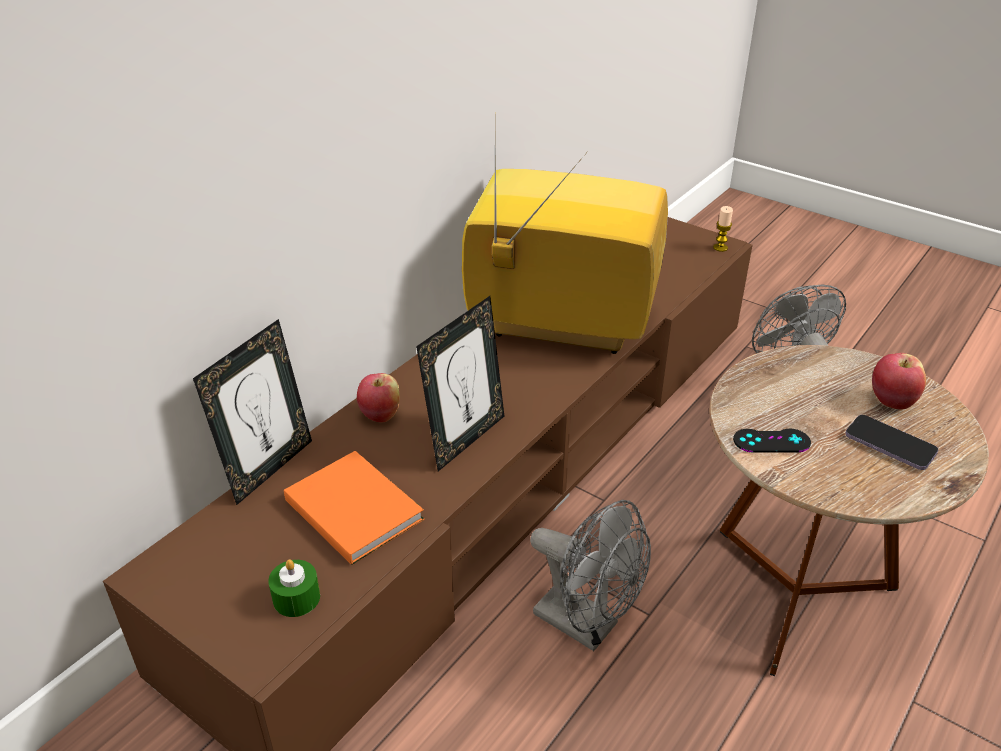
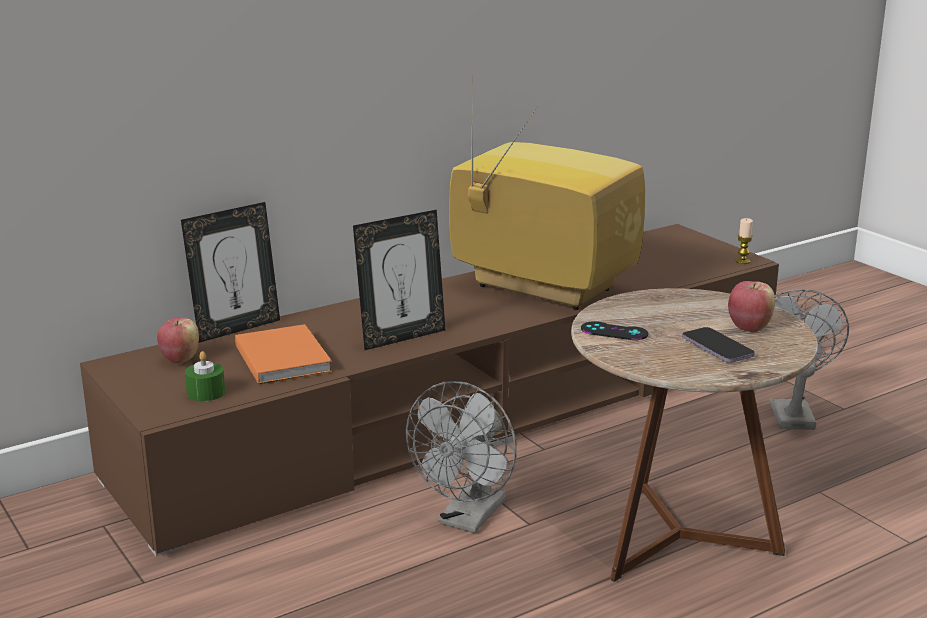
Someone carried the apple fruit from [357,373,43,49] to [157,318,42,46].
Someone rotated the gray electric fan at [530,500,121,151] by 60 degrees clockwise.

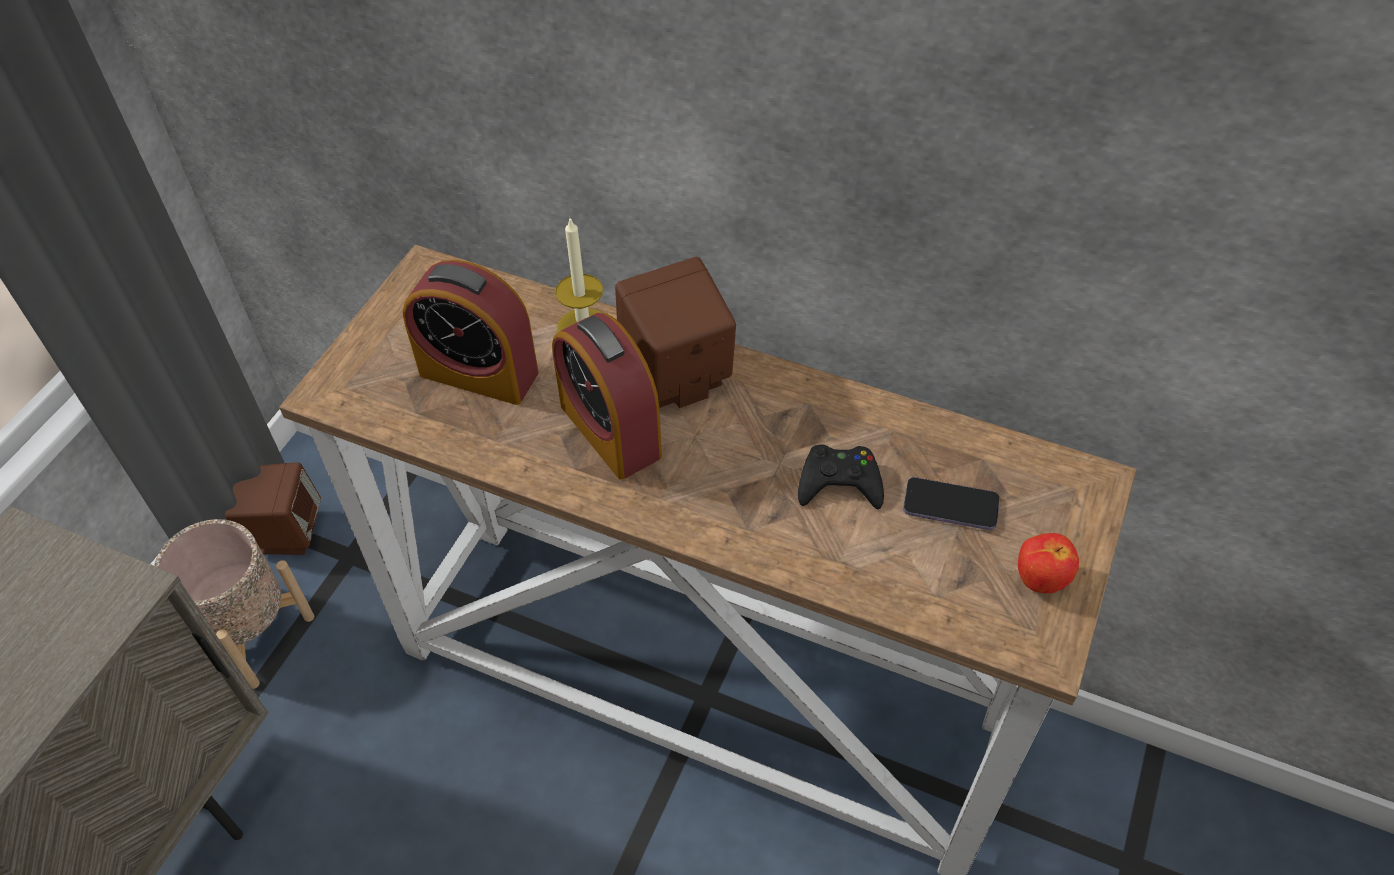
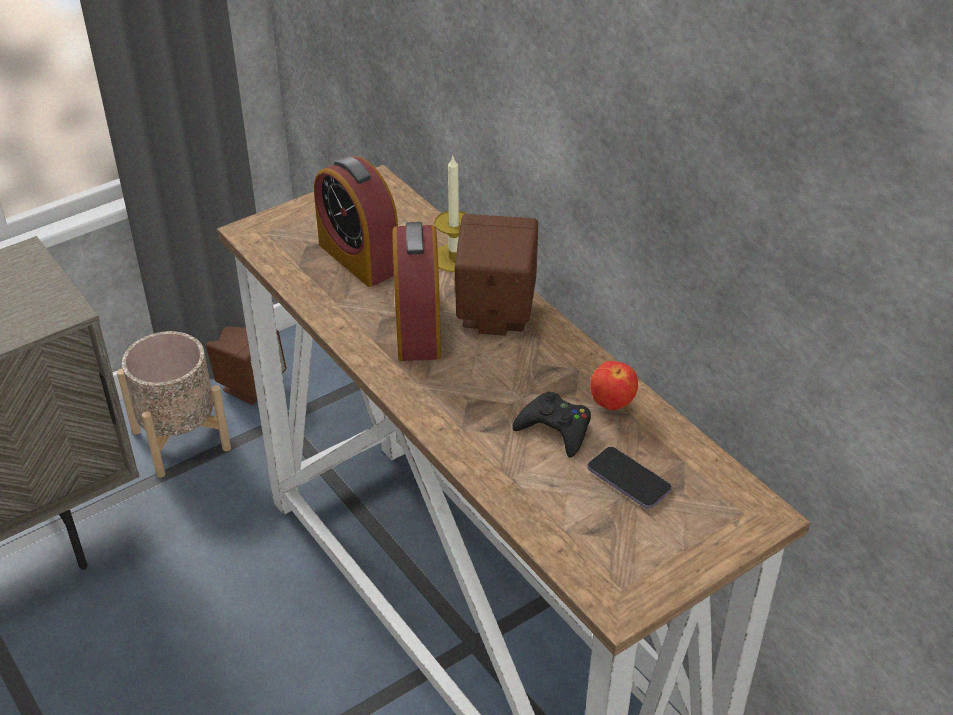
Someone carried the apple fruit from [1018,533,61,60] to [590,361,48,49].

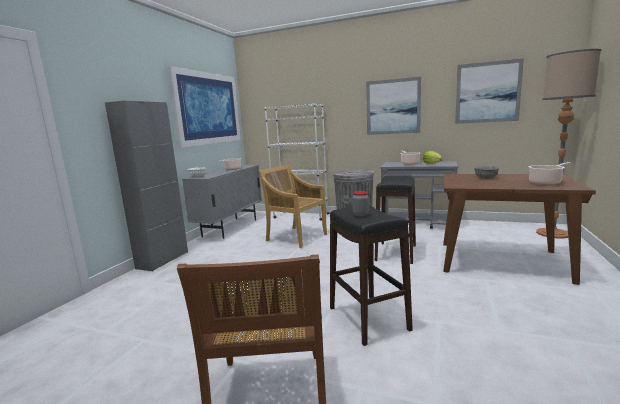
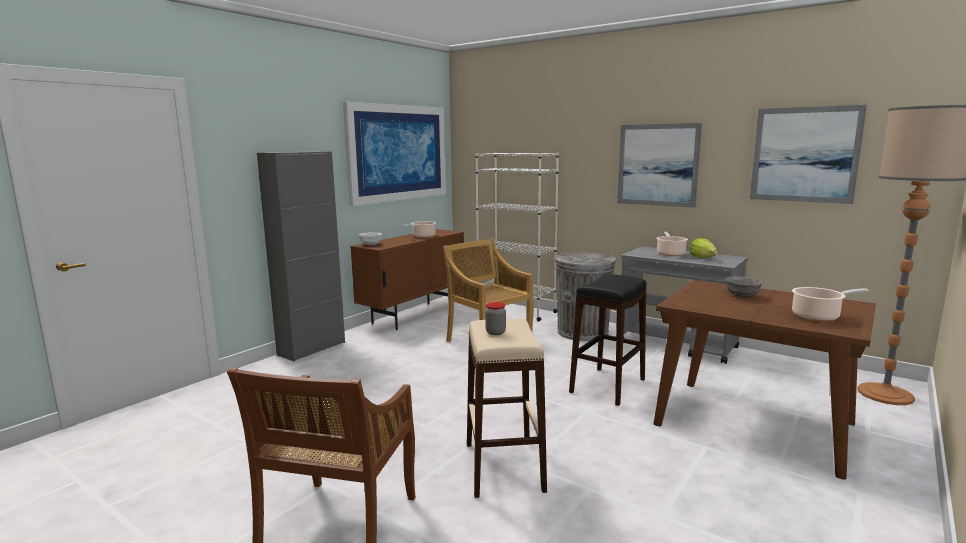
Someone repainted the gray cabinet at [182,165,80,74], which became the brown-coloured cabinet at [350,229,114,101].
Someone repainted the black stool seat at [330,205,83,141], which became the beige stool seat at [467,319,80,179].

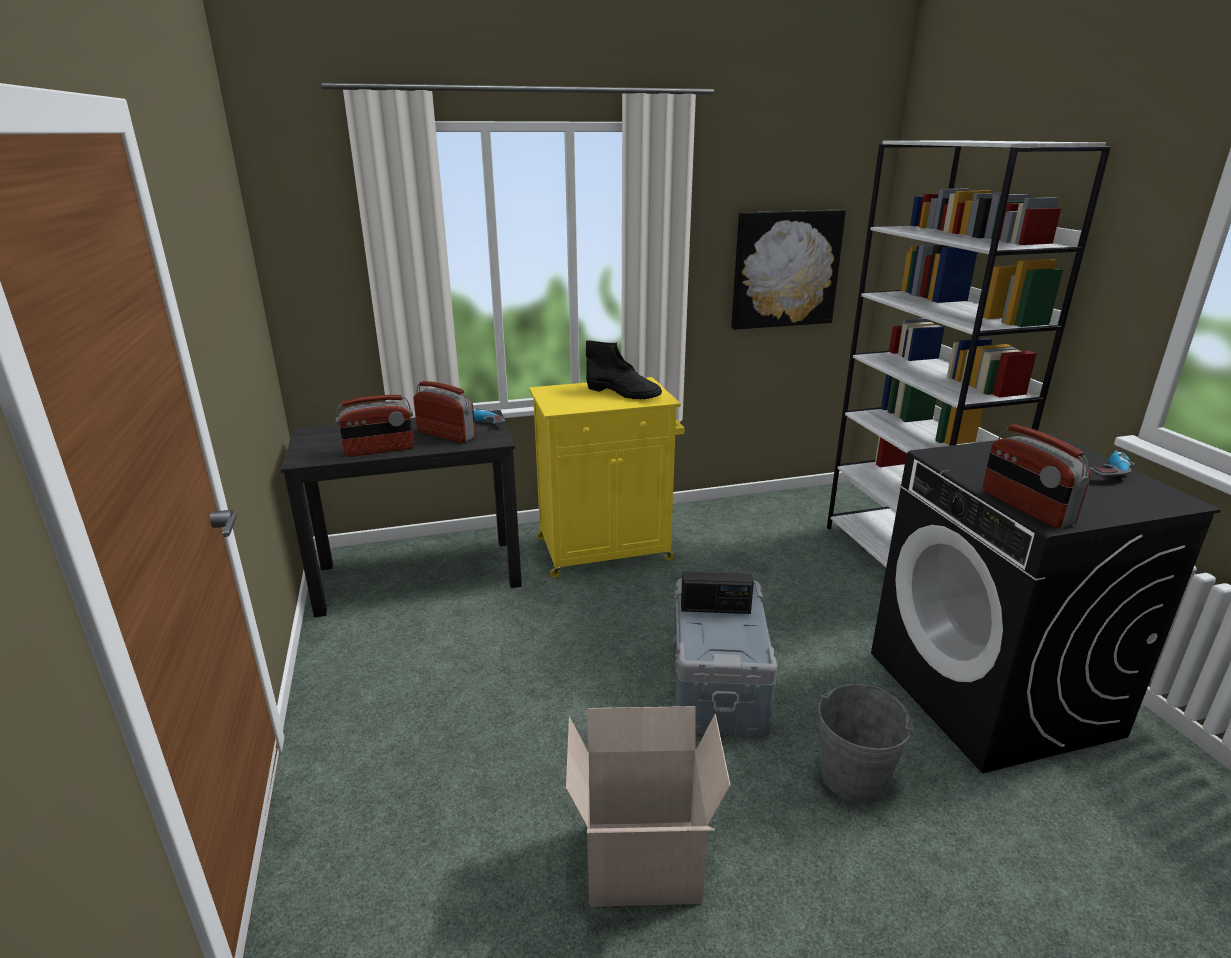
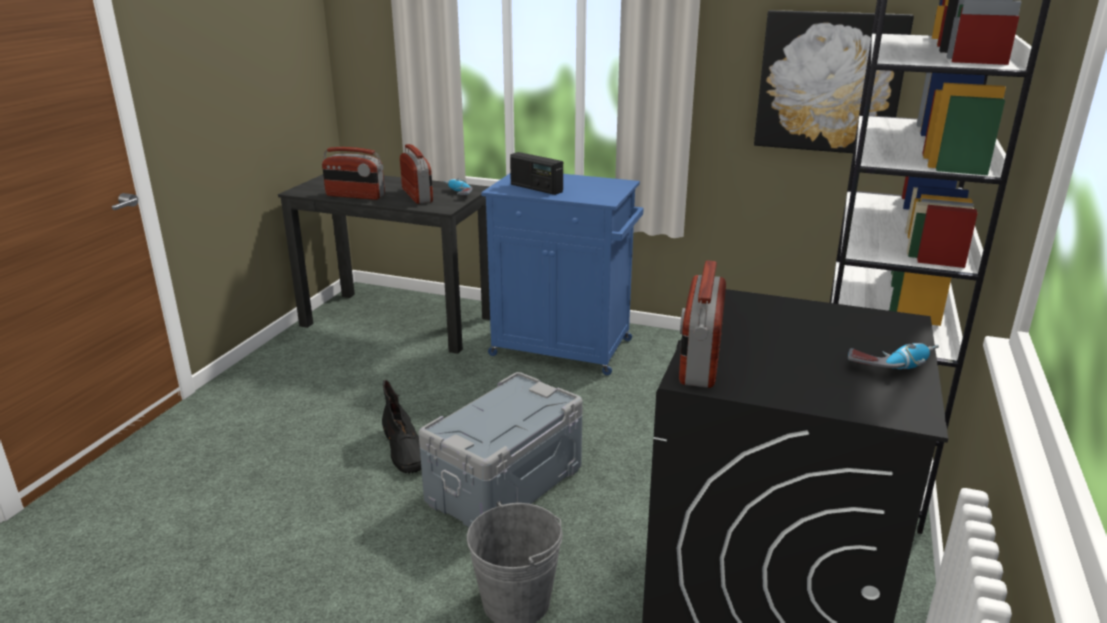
Someone carried the black tall boot from [586,340,76,60] to [382,380,40,93].
Someone repainted the yellow cabinet at [529,377,155,201], which became the blue cabinet at [481,173,163,202].
Someone carried the radio receiver from [681,572,73,42] to [510,152,53,43].
Someone took away the carton at [566,706,165,201].

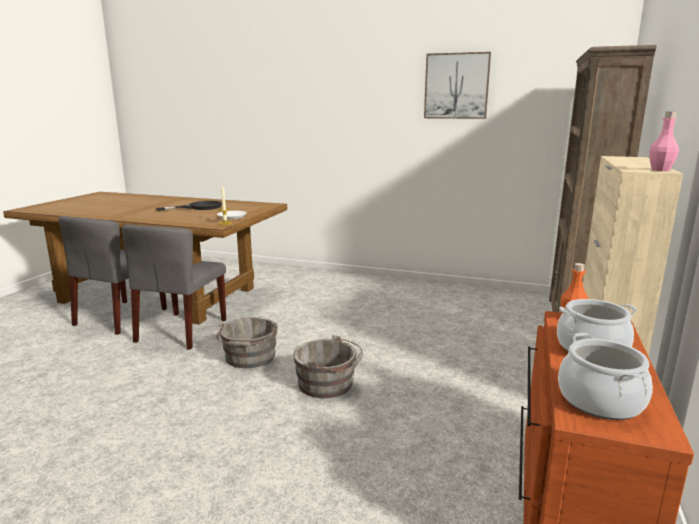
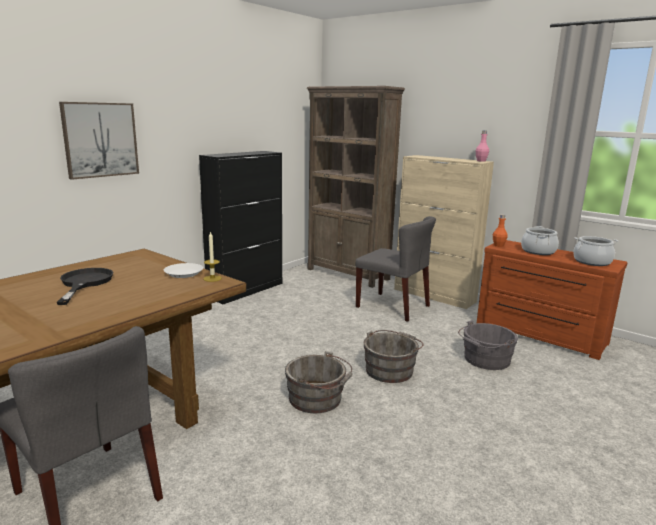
Someone carried the picture from [424,52,67,67] to [59,102,80,78].
Someone put down the black cabinet at [199,151,83,153].
Someone carried the gray upright chair from [122,224,104,126] to [355,216,81,106].
Someone put down the gray bucket at [458,320,60,50].

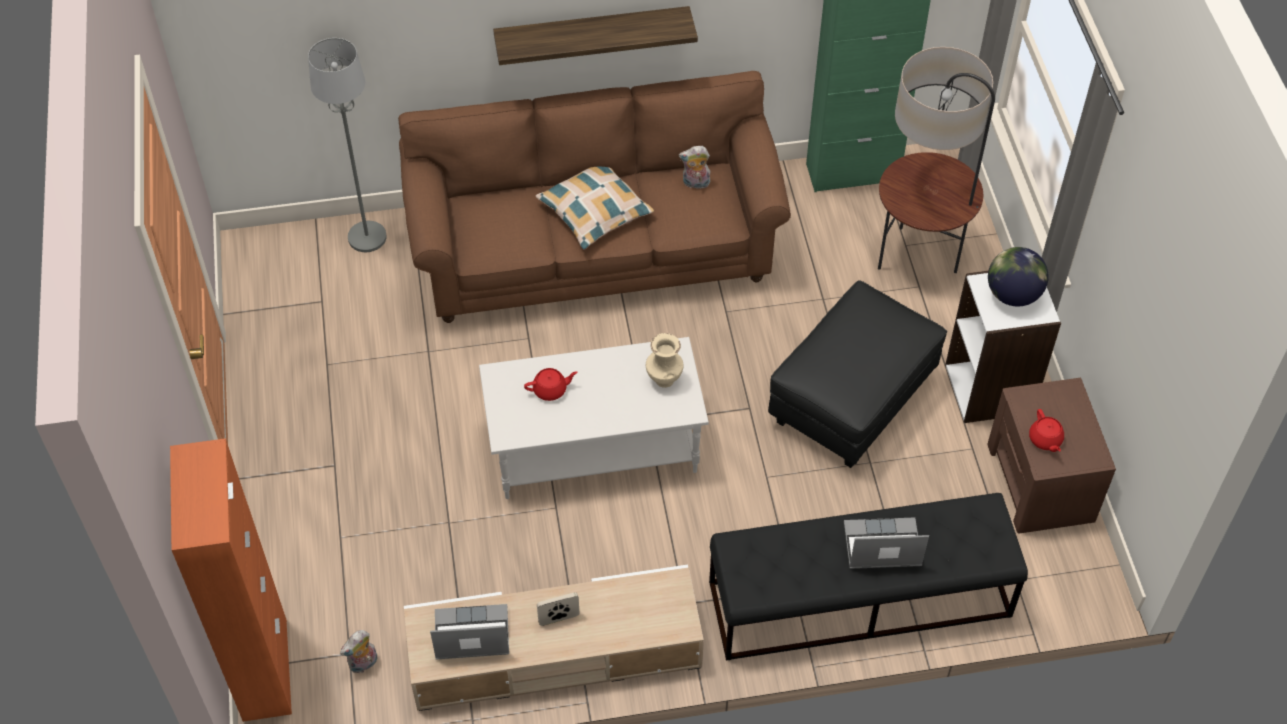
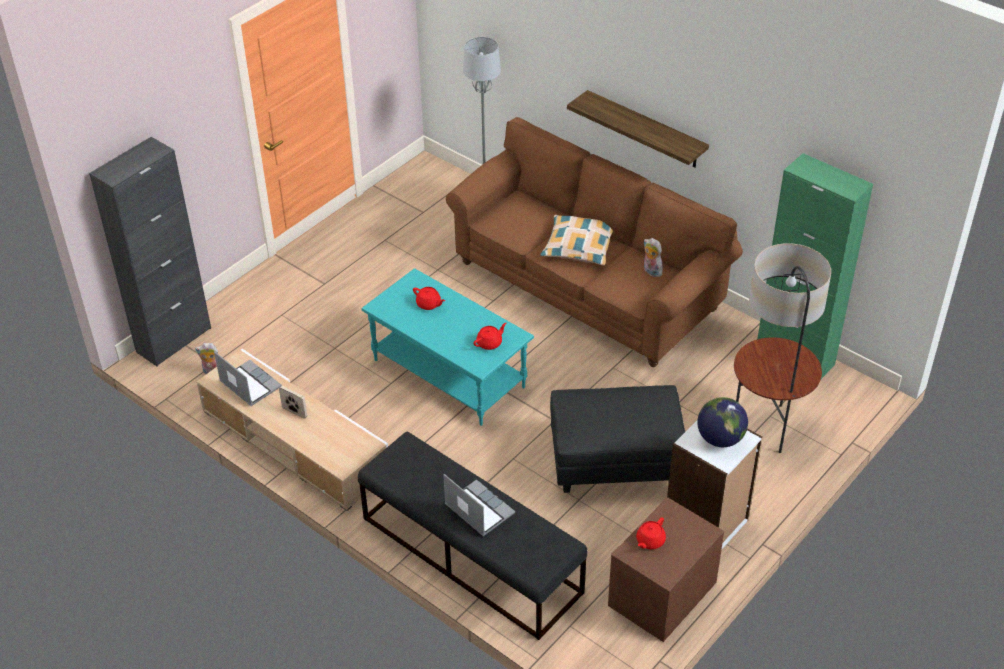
Someone repainted the orangey cabinet at [170,438,122,284], which became the black cabinet at [89,137,122,229].
Someone repainted the whitish low table at [479,337,230,162], which became the turquoise low table at [361,268,173,158].
Someone swapped the beige decorative vase at [646,333,37,55] for the red tea pot at [473,323,34,27].

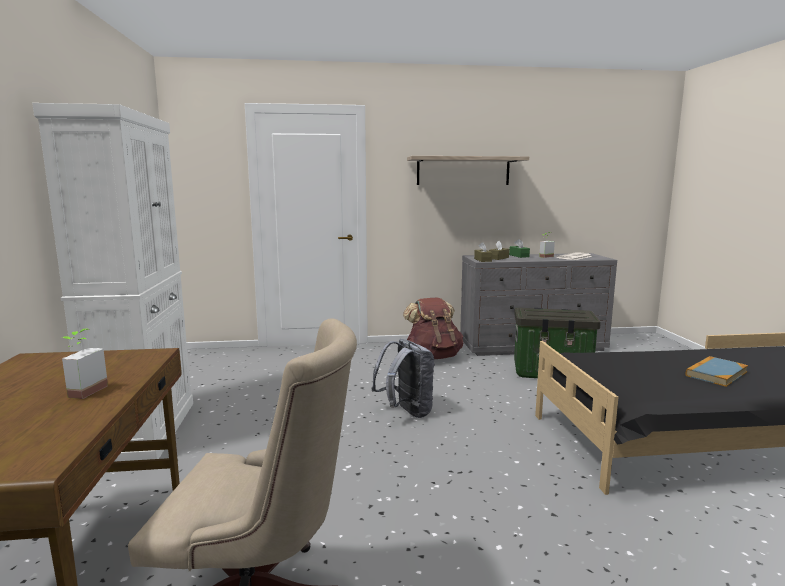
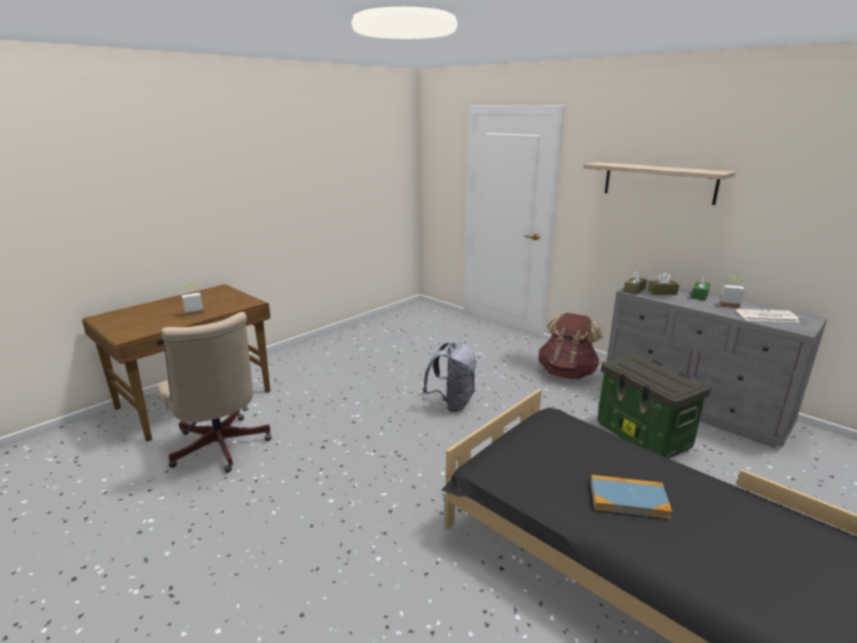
Someone took away the whitish cabinet at [32,103,161,359].

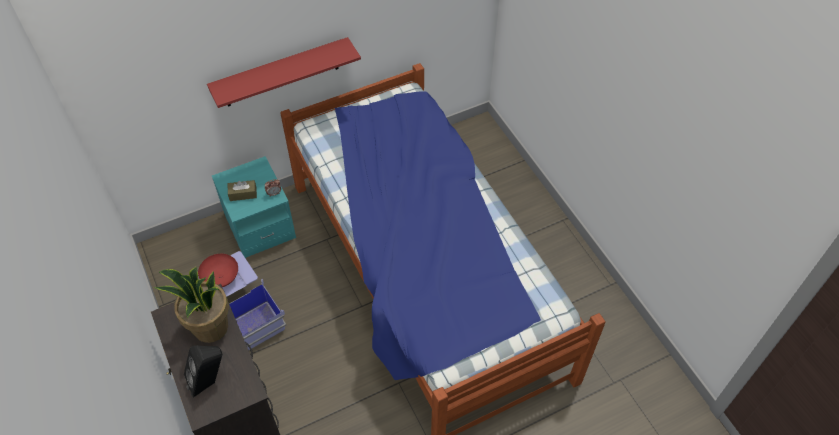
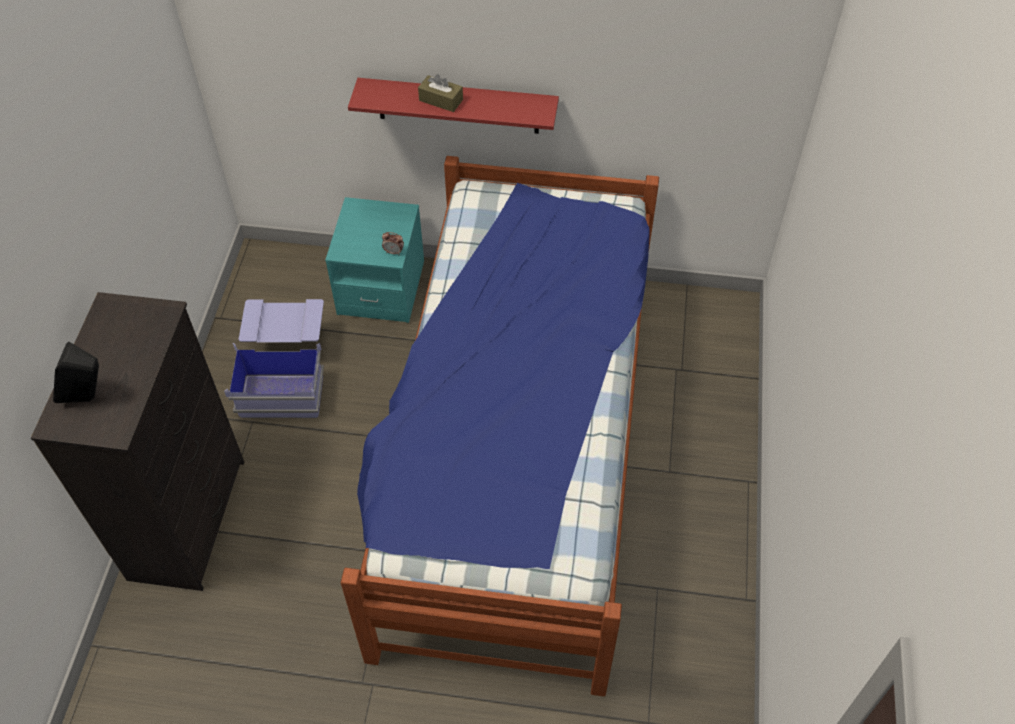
Someone carried the brown-coloured tissue holder from [228,180,29,21] to [418,74,45,38].
Someone took away the plant in a pot at [154,267,75,76].
Someone took away the red serving bowl at [198,254,40,33].

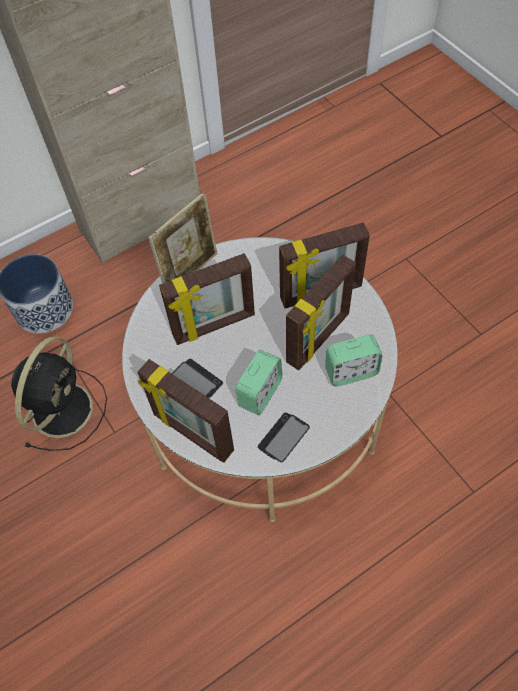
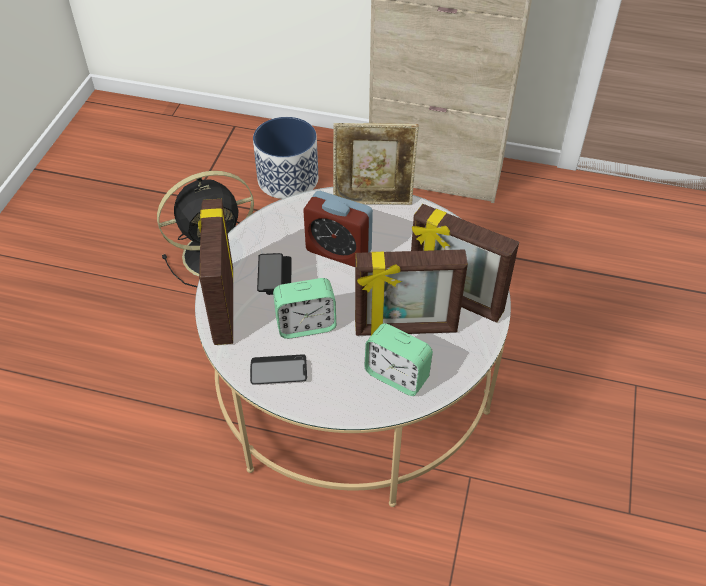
Someone swapped the photo frame at [159,253,96,92] for the table clock at [303,191,70,76].

